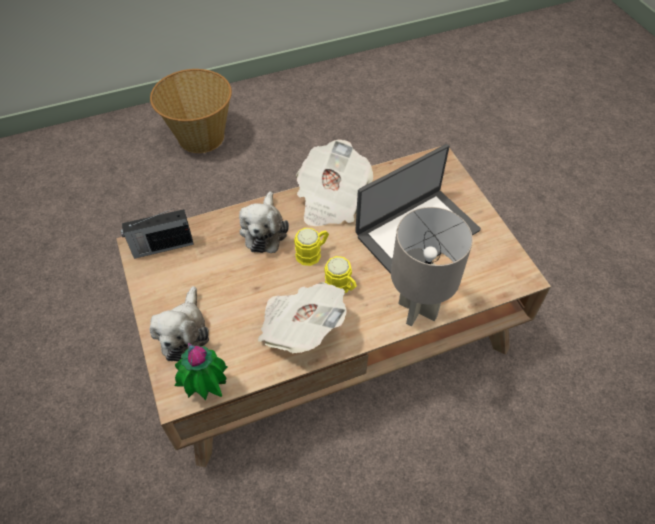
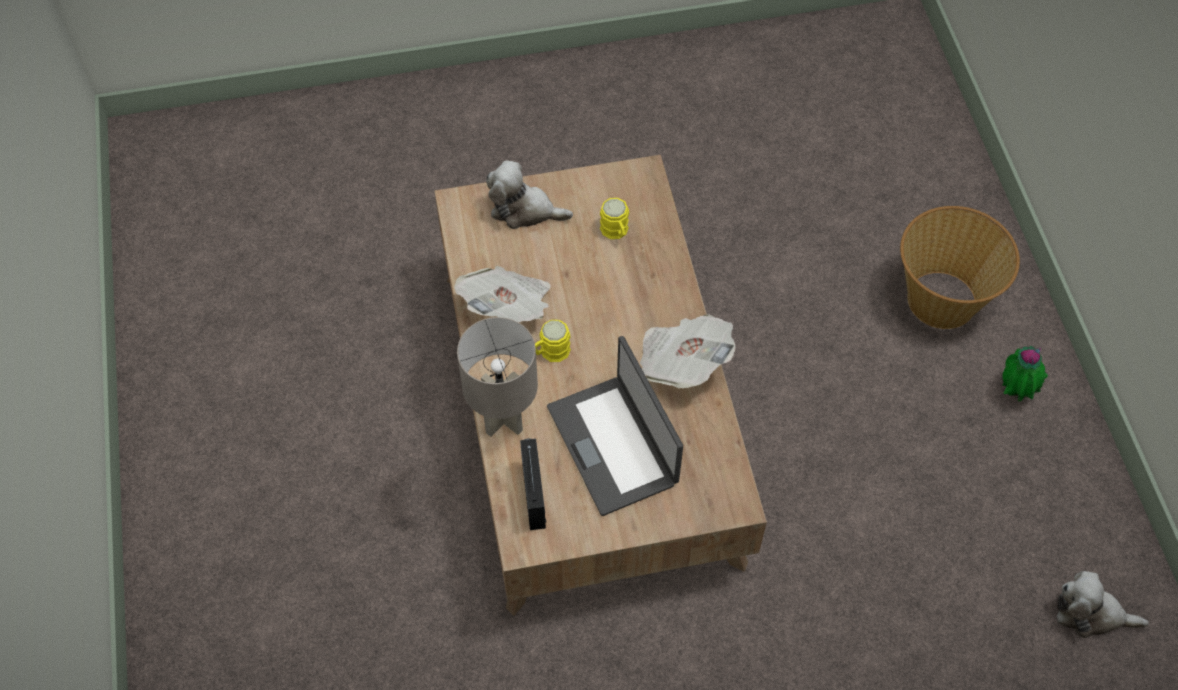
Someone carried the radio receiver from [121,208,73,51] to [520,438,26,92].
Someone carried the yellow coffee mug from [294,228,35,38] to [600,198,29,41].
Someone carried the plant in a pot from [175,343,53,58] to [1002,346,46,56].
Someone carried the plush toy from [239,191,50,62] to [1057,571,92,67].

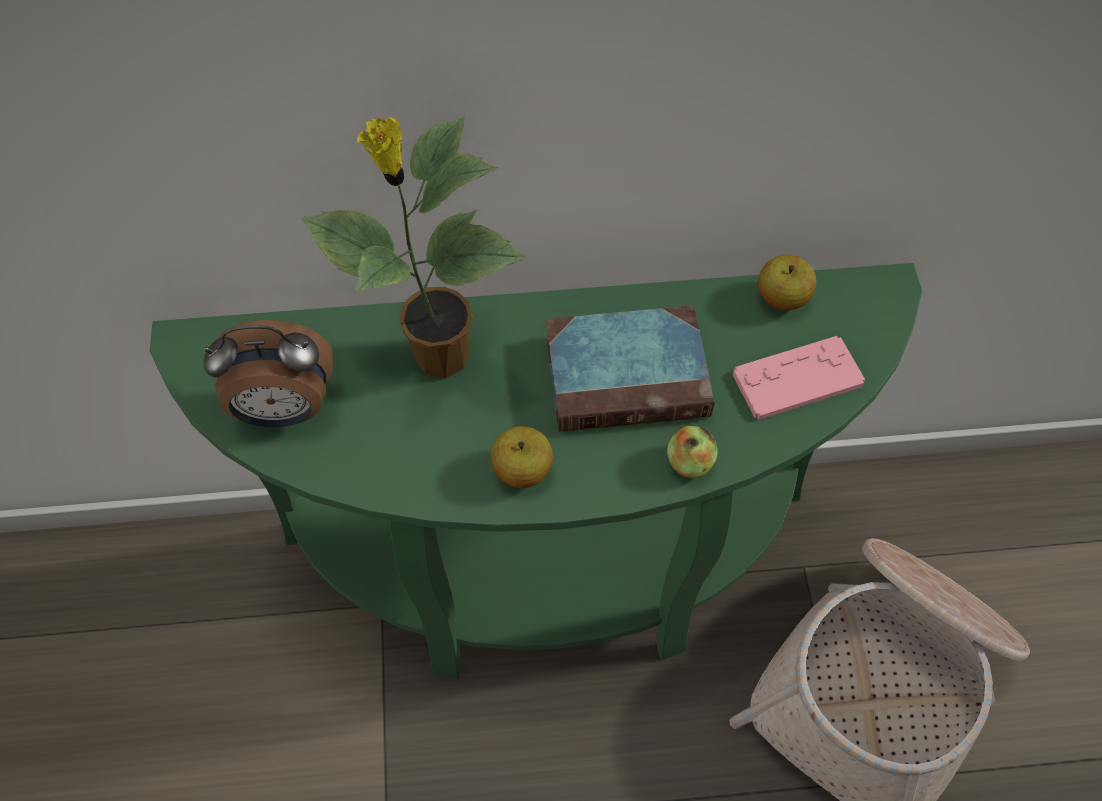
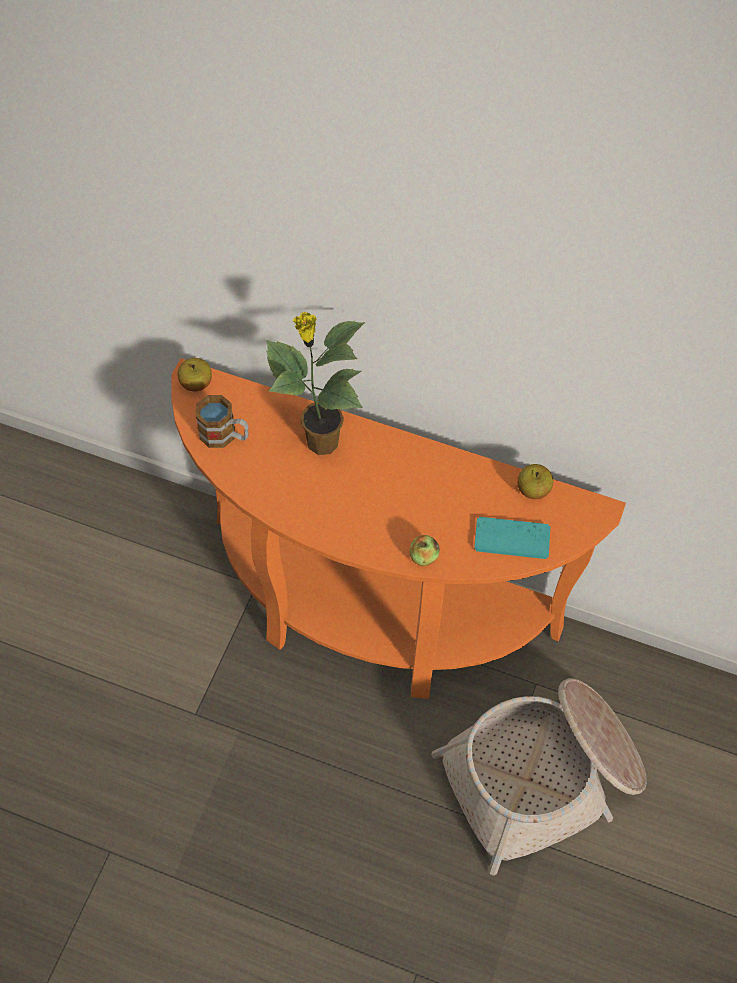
Someone repainted the greenish console table at [150,263,772,416], which became the orangey console table at [171,358,455,341].
Someone carried the apple fruit from [491,426,62,62] to [177,358,35,33].
Someone swapped the table clock at [203,320,130,107] for the coffee mug at [195,395,53,53].
Someone repainted the pinkish joypad at [733,336,132,84], which became the turquoise joypad at [474,517,76,42].
Someone took away the book at [546,305,169,127].

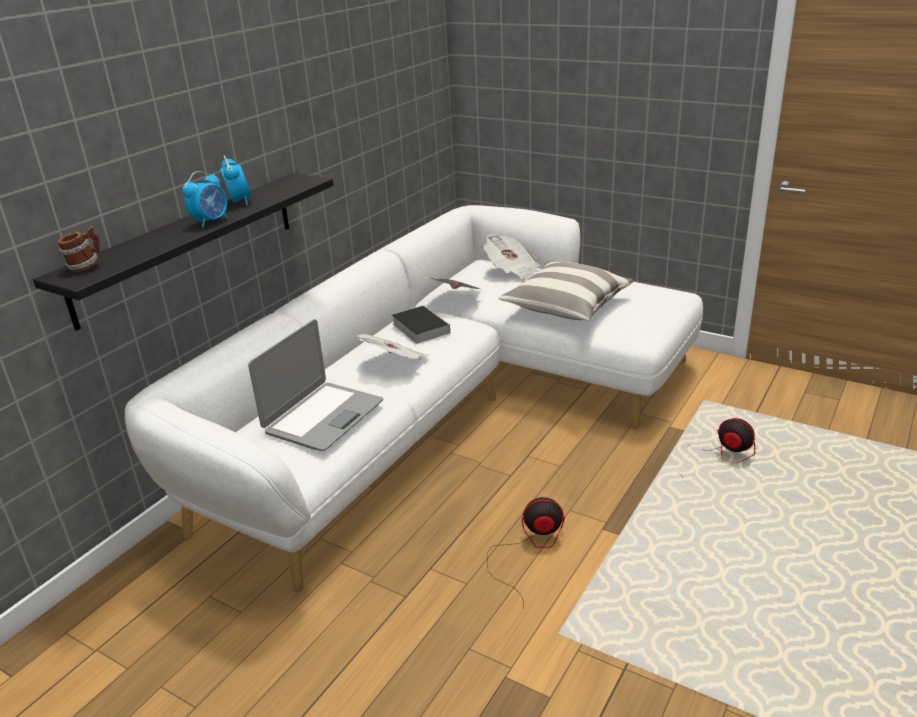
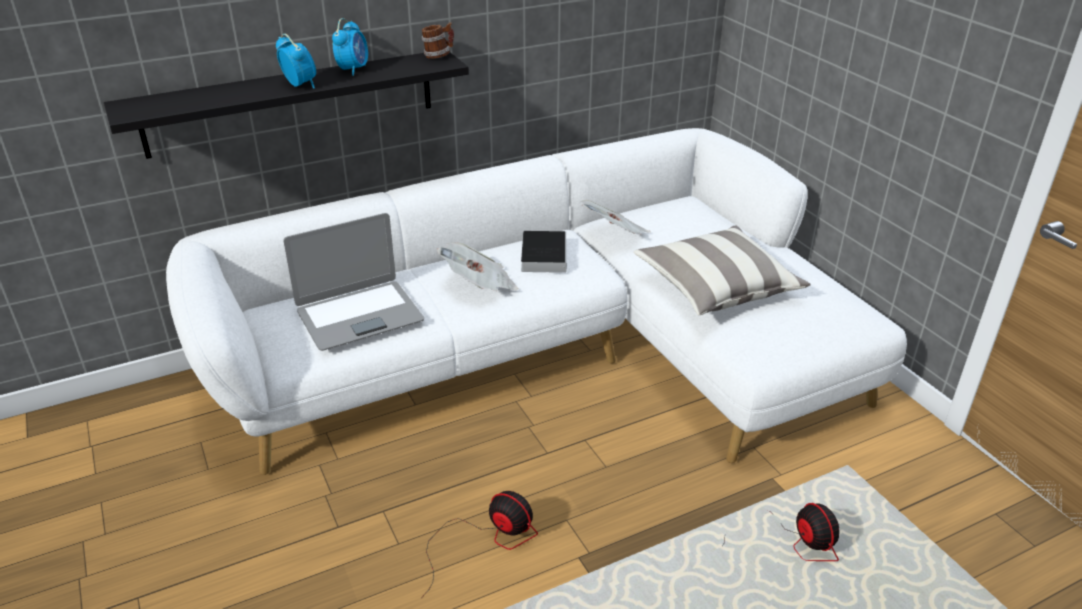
Someone rotated the table clock at [182,171,45,57] by 105 degrees counterclockwise.
Someone carried the coffee mug from [58,226,43,46] to [422,22,32,37].
Someone took away the daily paper at [484,234,56,46].

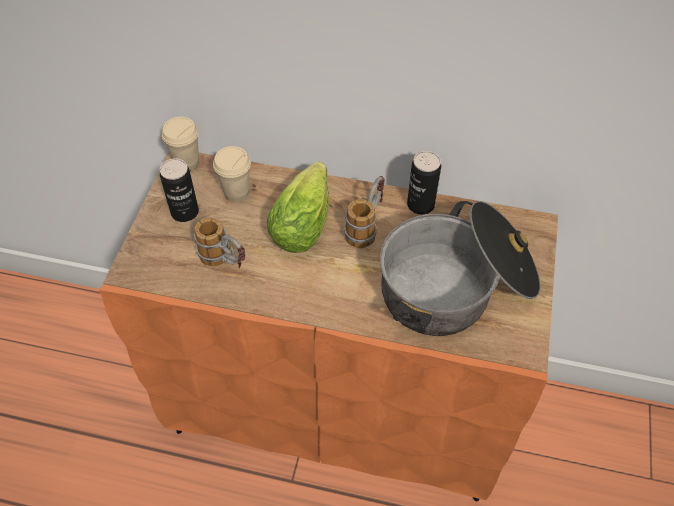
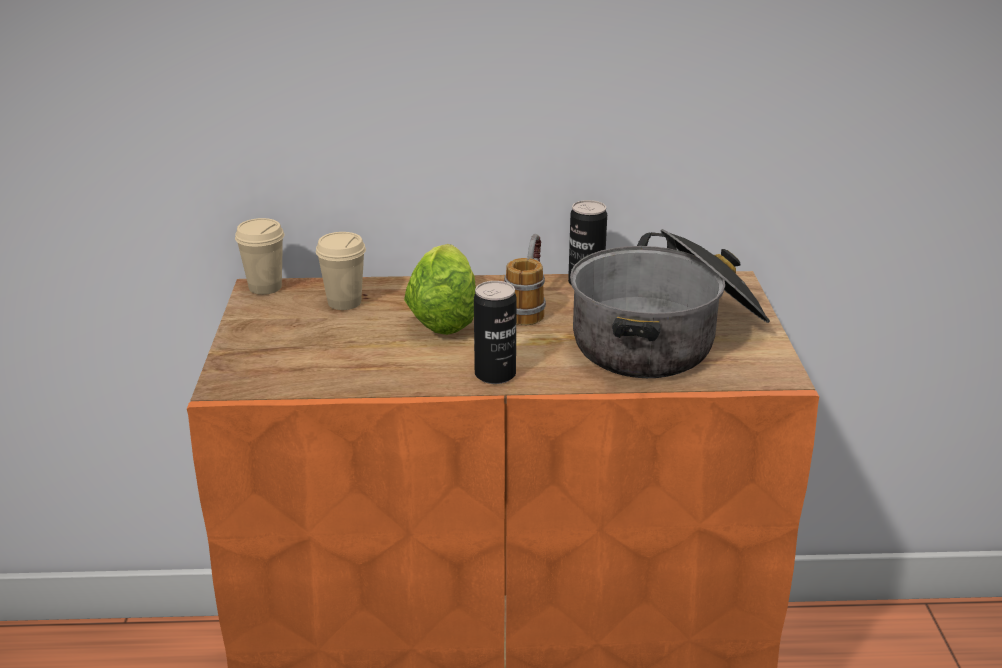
Someone carried the metal can from [160,158,39,64] to [474,281,43,103].
Someone took away the coffee mug at [194,217,51,51].

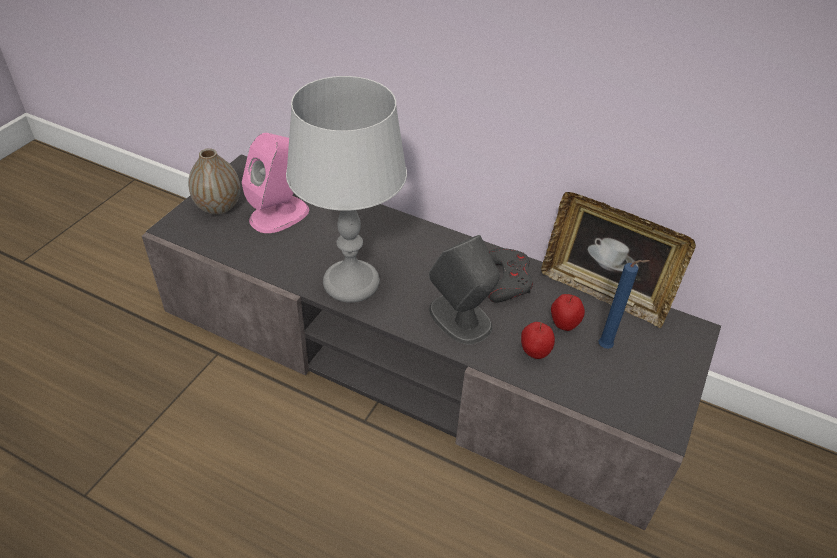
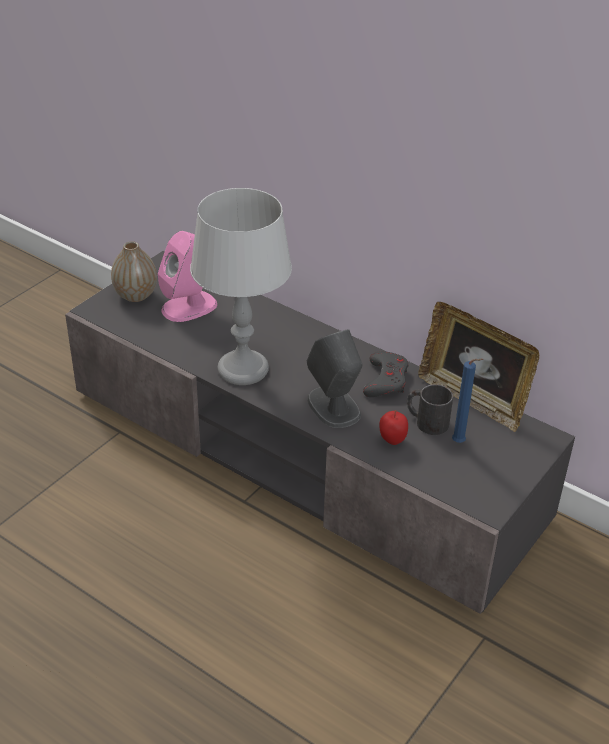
Someone swapped the apple fruit at [551,294,34,37] for the black coffee mug at [407,384,46,51].

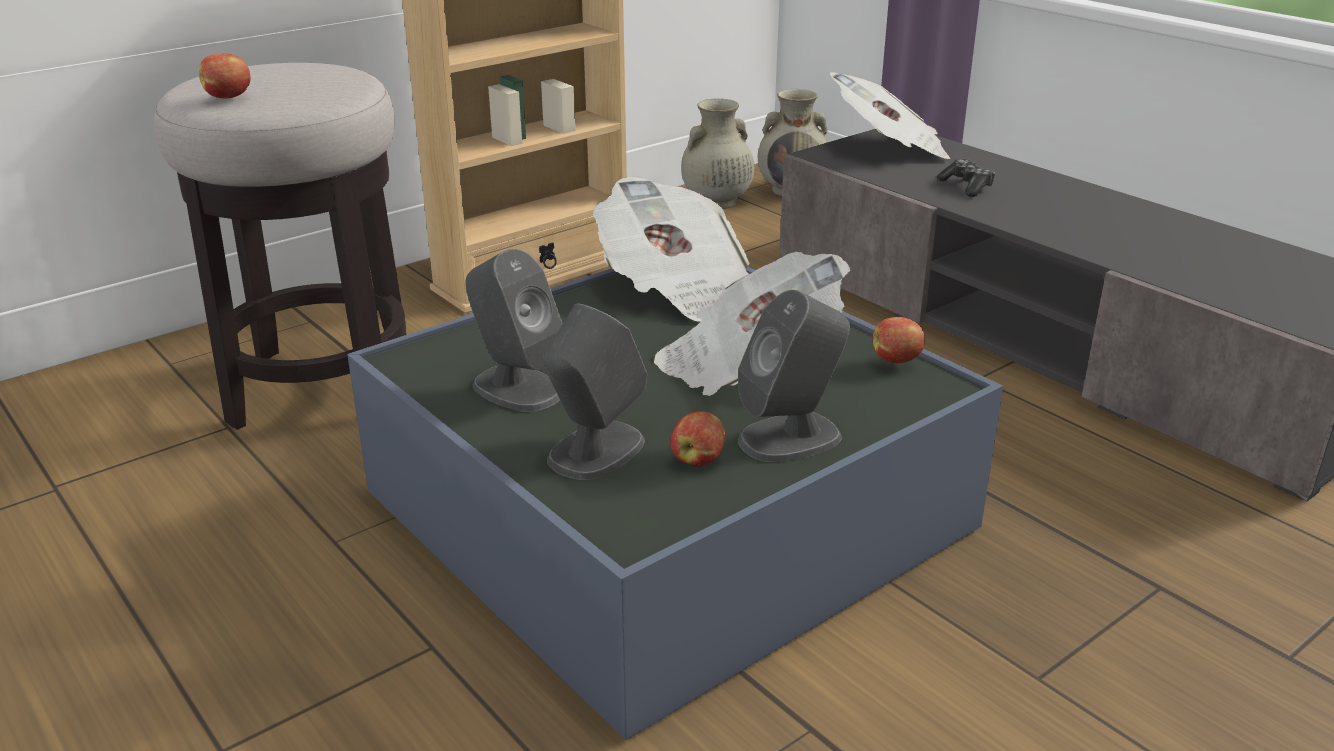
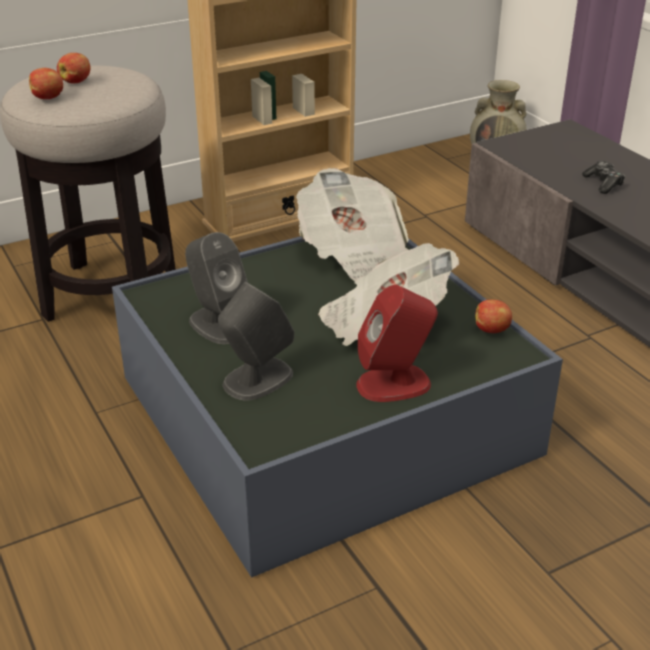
Someone carried the apple fruit from [670,411,55,55] to [57,53,33,31].
Someone repainted the gray loudspeaker at [738,290,112,172], which became the red loudspeaker at [356,285,82,117].
Someone took away the beige decorative vase at [681,99,73,110].
Someone took away the daily paper at [830,72,120,87].

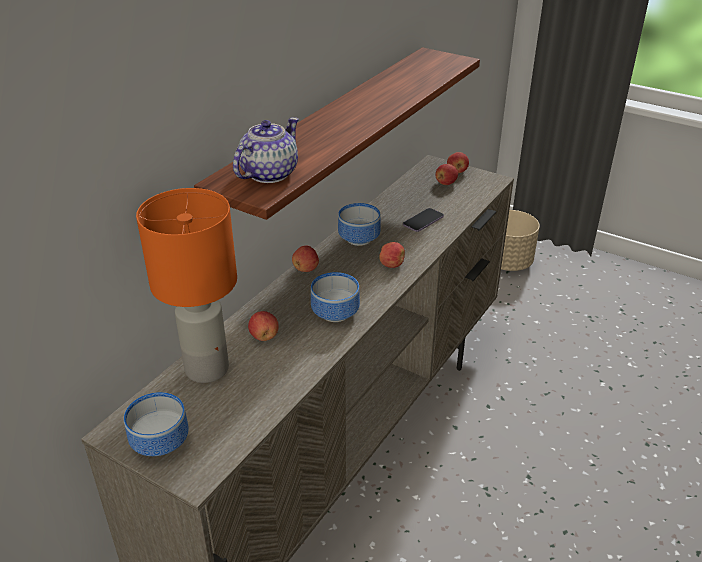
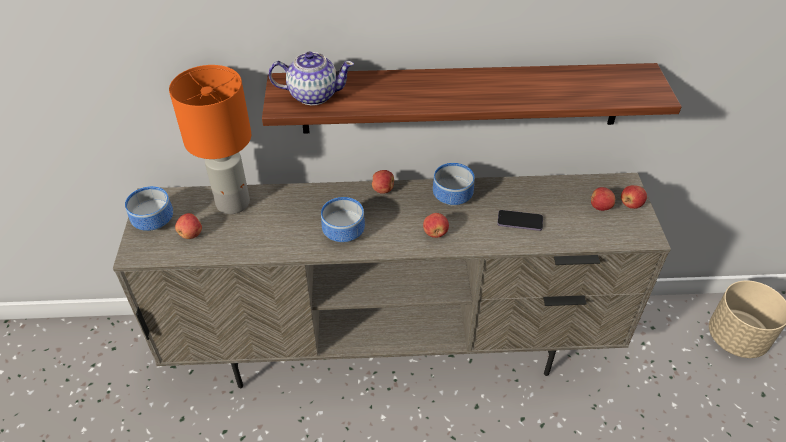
Someone carried the apple fruit from [248,311,31,30] to [175,213,27,26].

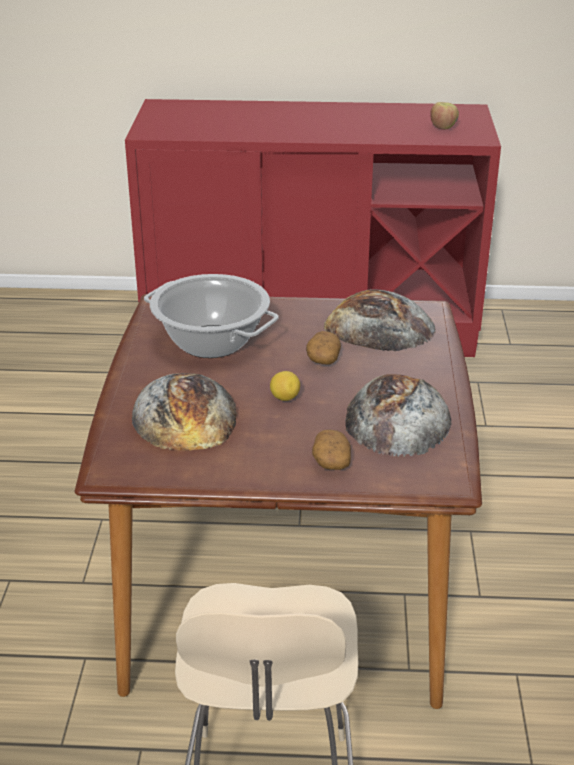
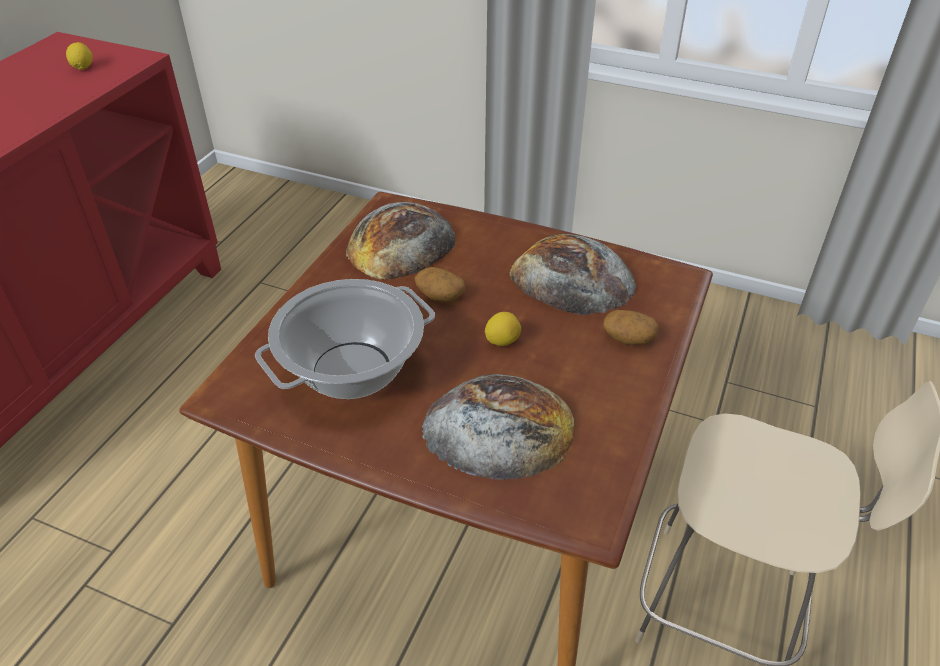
Someone swapped the apple fruit at [430,102,29,28] for the citrus fruit at [66,42,27,28].

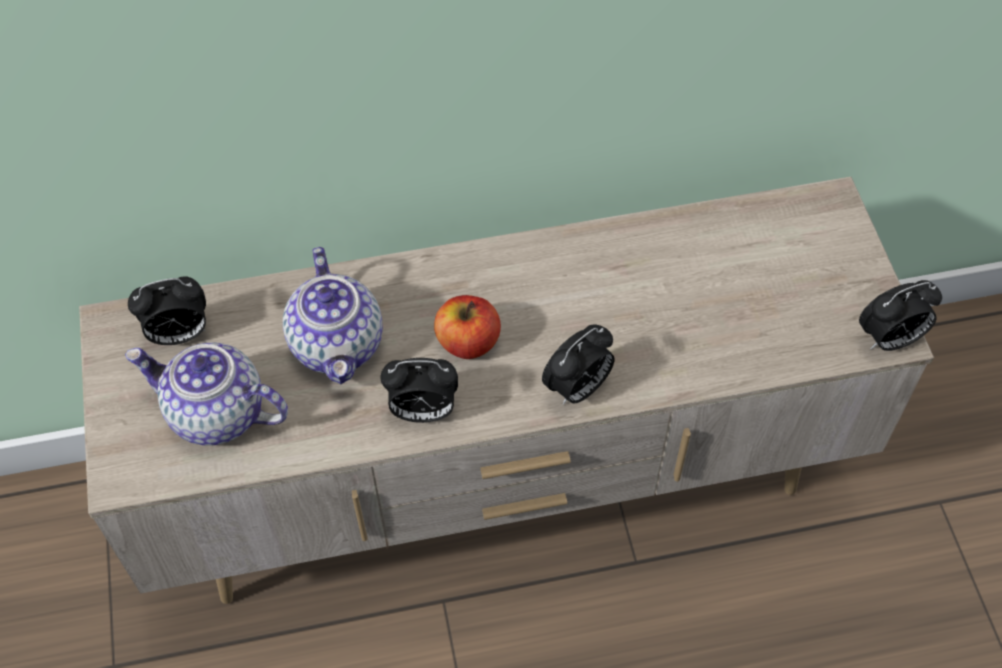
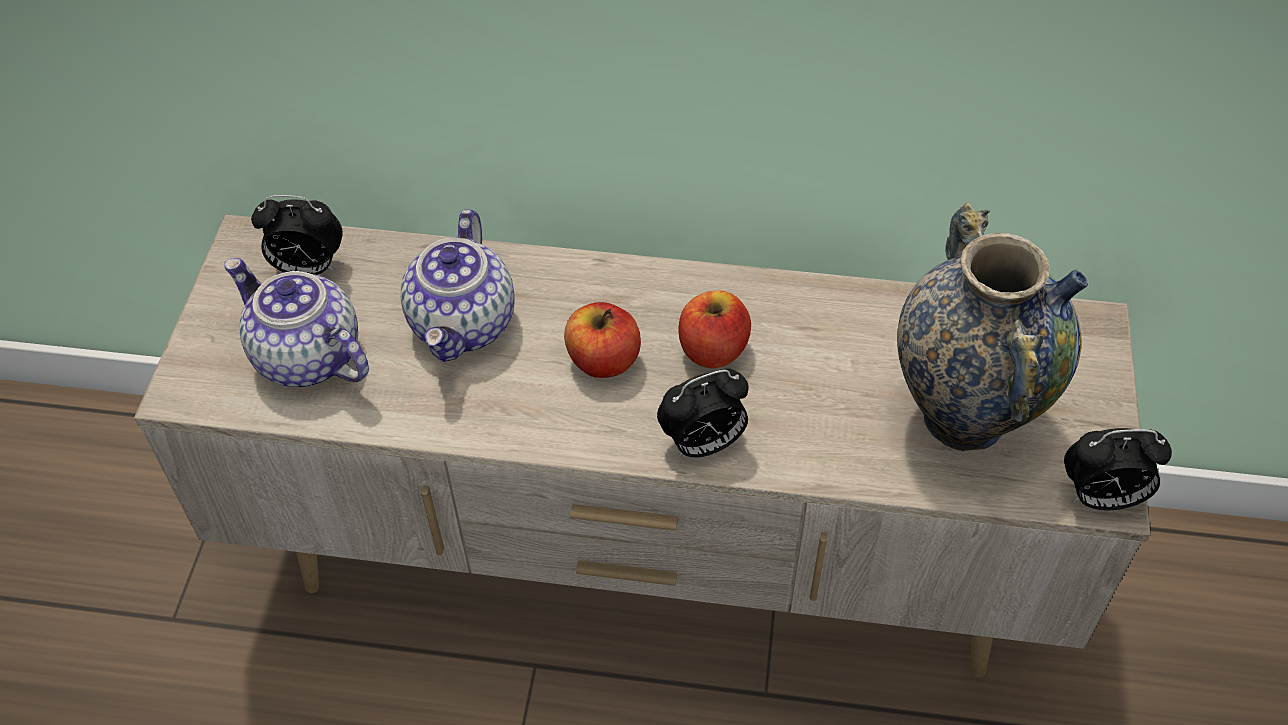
Someone put down the apple fruit at [679,291,72,77].
Someone put down the decorative vase at [897,202,191,249].
Someone took away the table clock at [381,358,77,65].

